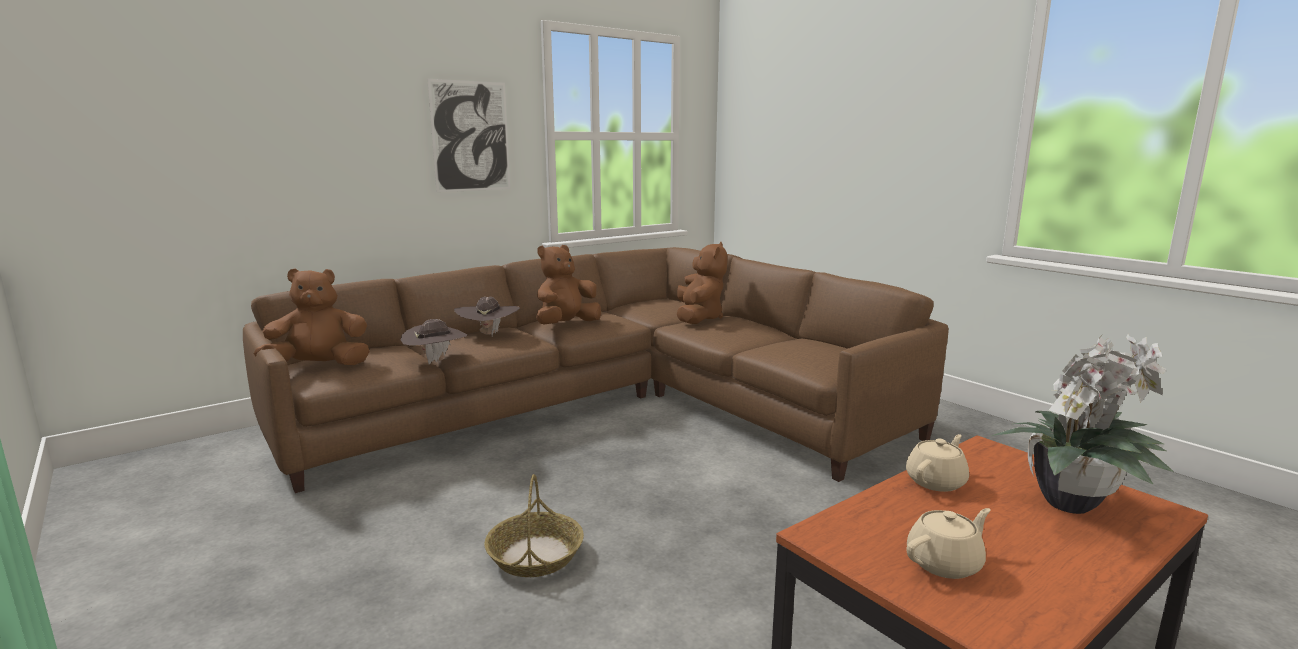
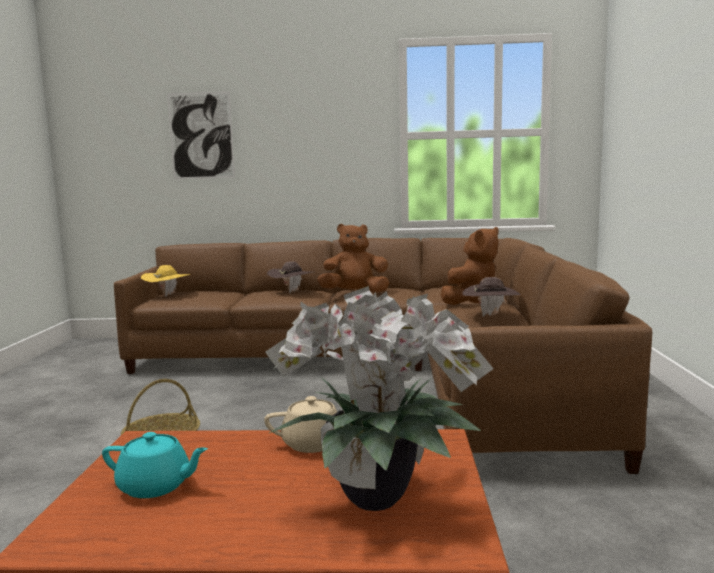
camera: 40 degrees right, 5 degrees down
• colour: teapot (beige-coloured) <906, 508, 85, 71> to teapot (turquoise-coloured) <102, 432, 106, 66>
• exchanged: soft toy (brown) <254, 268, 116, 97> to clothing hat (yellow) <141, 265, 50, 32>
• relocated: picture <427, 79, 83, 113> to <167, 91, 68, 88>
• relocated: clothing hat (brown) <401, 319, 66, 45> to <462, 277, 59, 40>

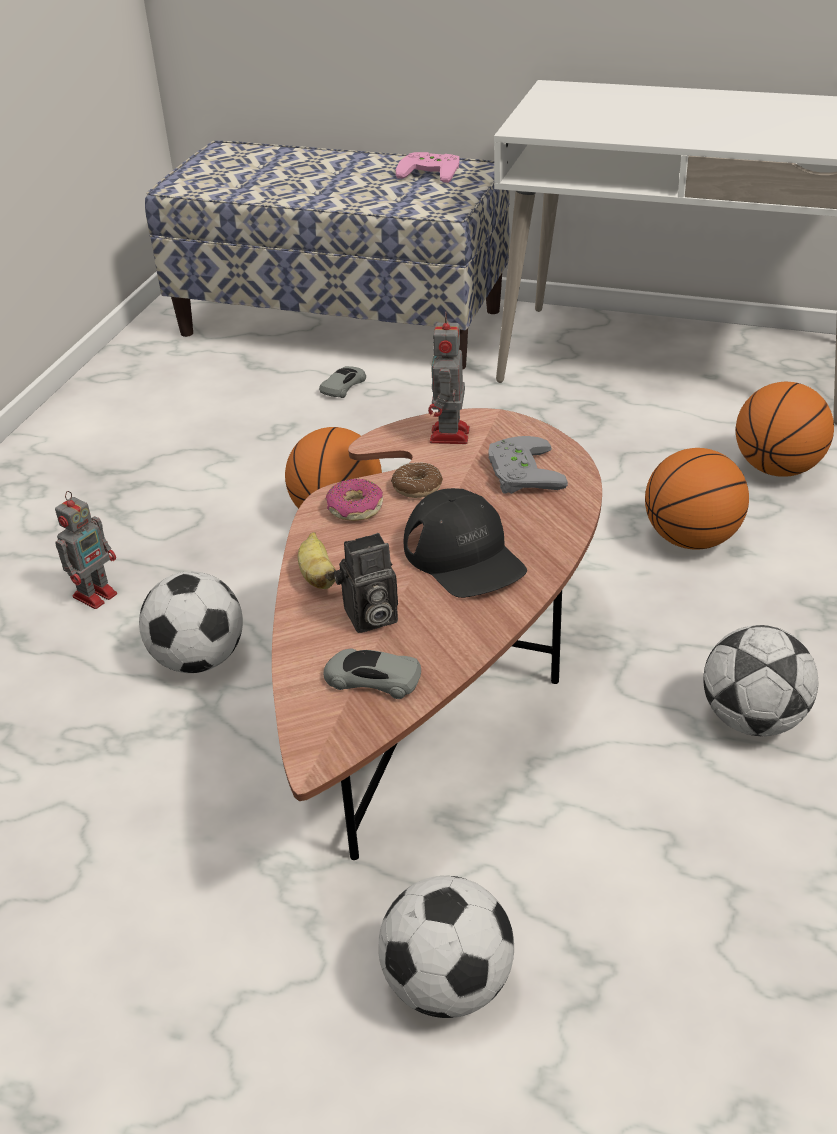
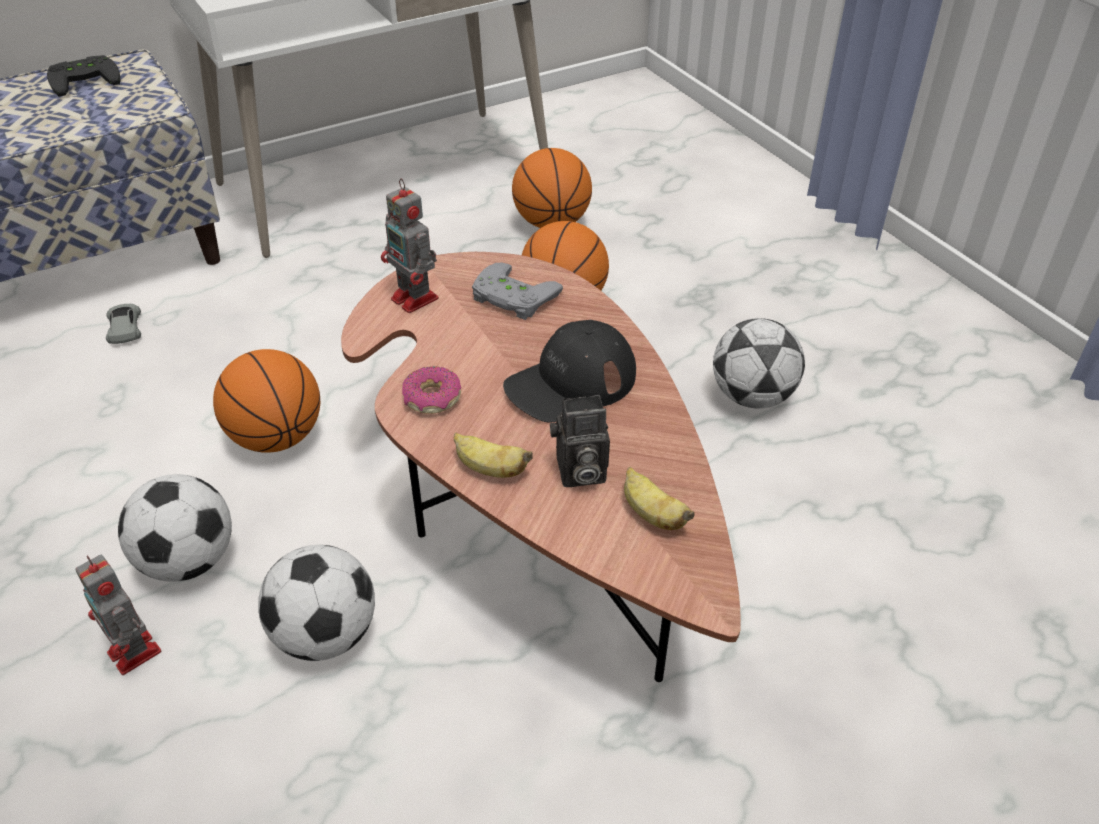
camera: 50 degrees left, 5 degrees up
• colour: joypad (pink-coloured) <396, 152, 64, 31> to joypad (blackish) <47, 55, 74, 42>
• spun: robot figure <55, 491, 62, 118> = <75, 555, 87, 120> 150 degrees clockwise
• relocated: football <378, 876, 136, 142> to <118, 474, 114, 108>
• spun: baseball cap (blackish) <404, 488, 123, 110> = <503, 320, 133, 102> 135 degrees clockwise
• spun: still camera <334, 533, 64, 100> = <550, 395, 60, 92> 60 degrees clockwise
• exchanged: model car (greyish) <324, 648, 97, 51> to banana fruit <624, 467, 71, 63>
• missing: donut <391, 462, 52, 36>

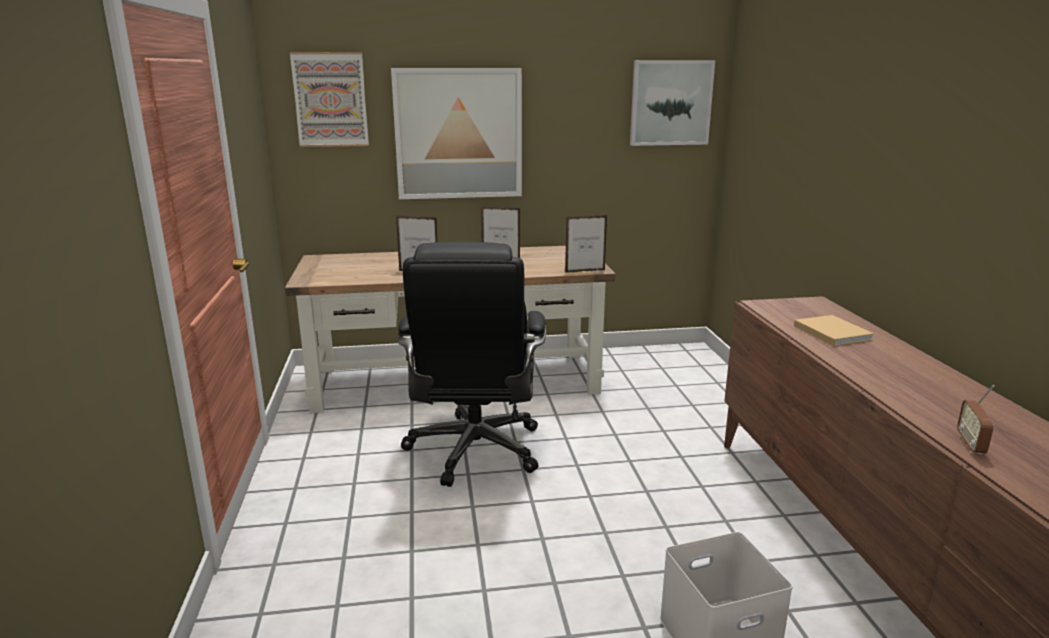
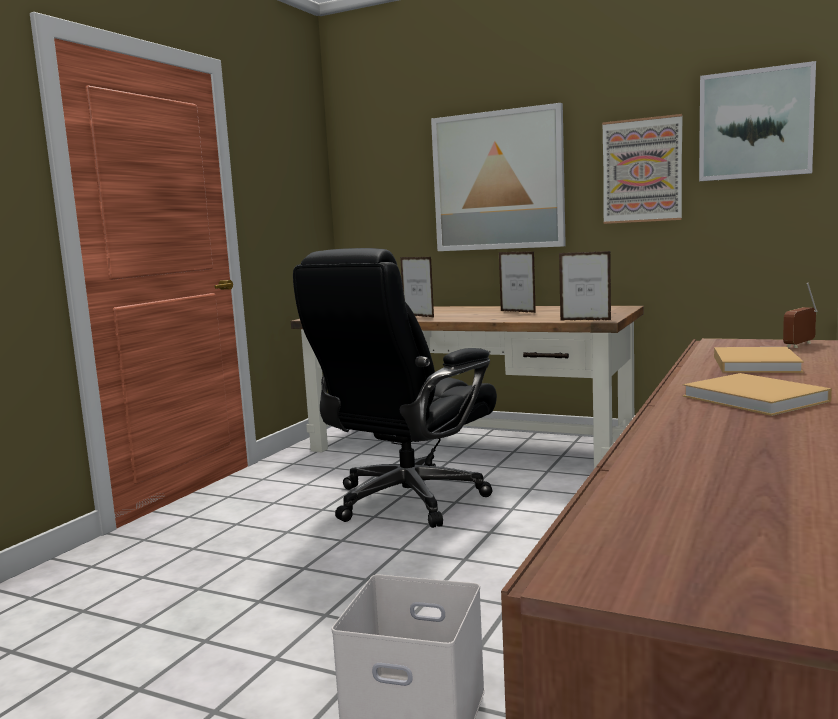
camera: 35 degrees right, 10 degrees down
• relocated: picture <290, 52, 79, 95> to <602, 114, 80, 110>
• appeared: volume (beige-coloured) <683, 373, 149, 43>
• relocated: radio <957, 385, 37, 70> to <783, 283, 35, 65>

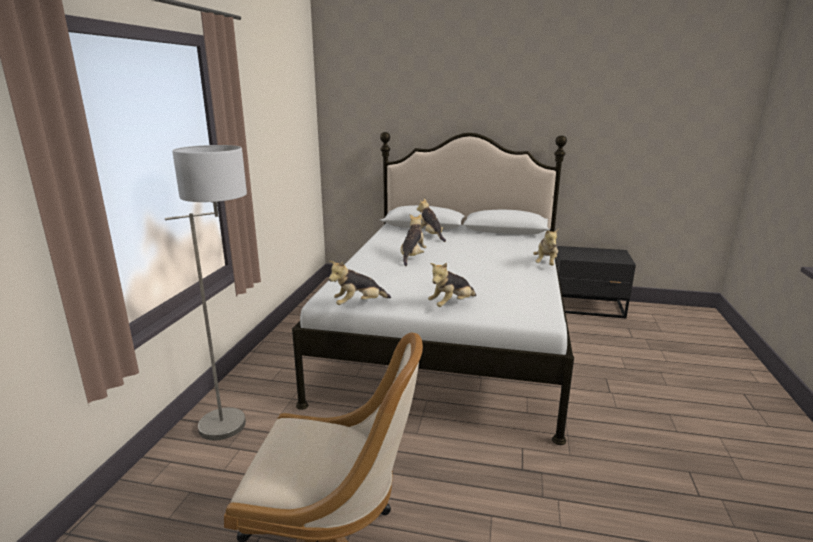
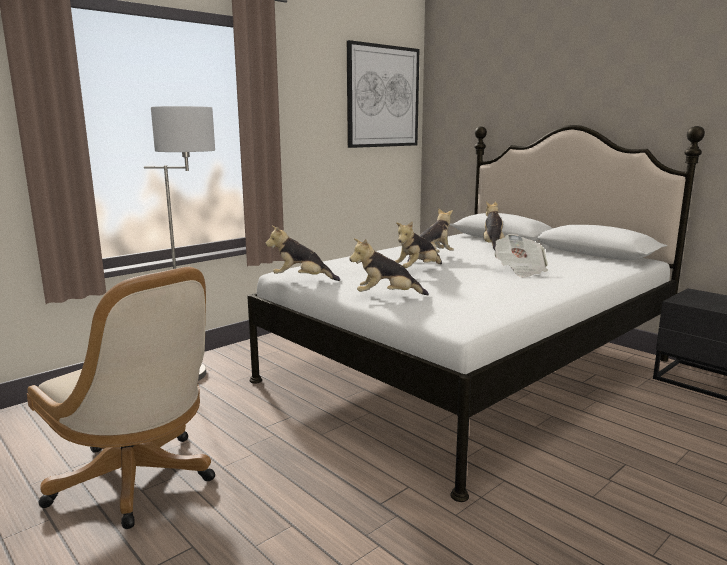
camera: 35 degrees right, 5 degrees down
• appeared: picture <347, 40, 72, 108>
• relocated: soft toy <533, 228, 26, 37> to <395, 221, 47, 47>
• appeared: newspaper <494, 234, 54, 43>

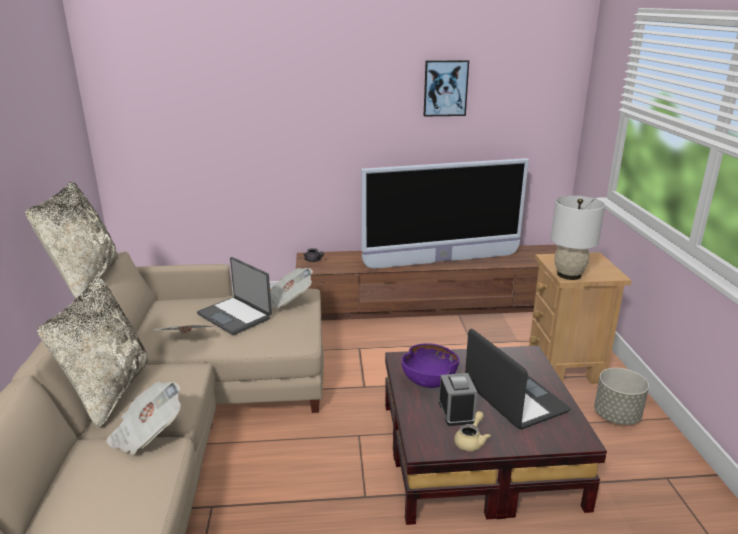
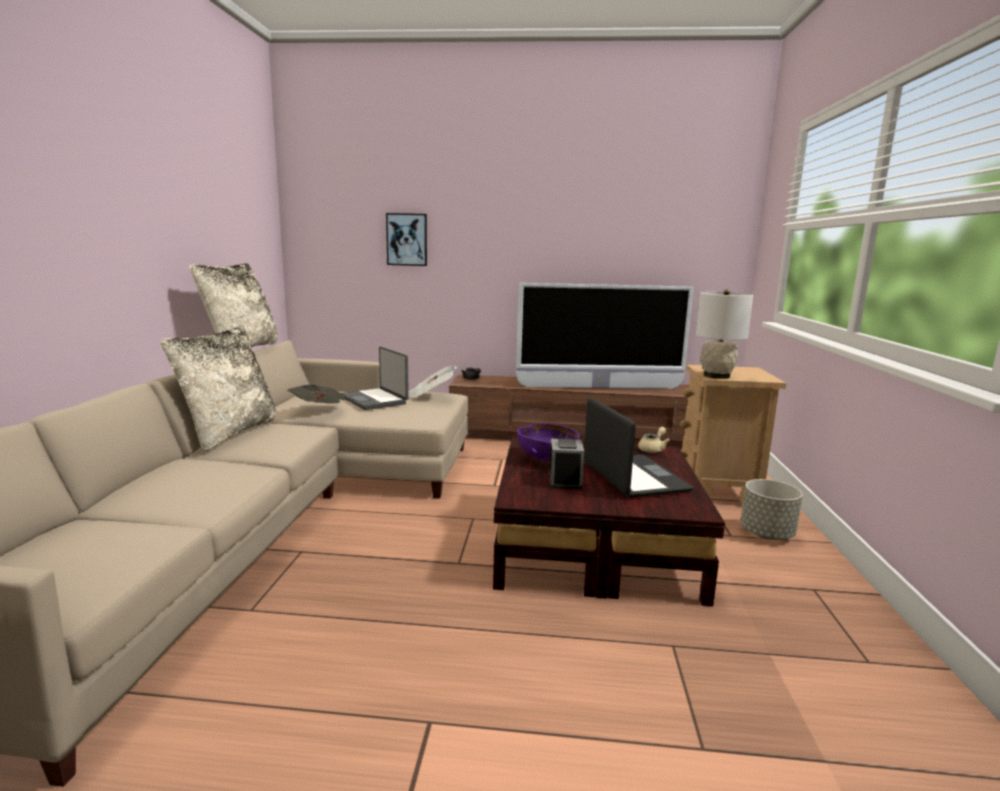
camera: 10 degrees right, 10 degrees down
• relocated: picture <424, 60, 45, 57> to <386, 213, 41, 53>
• relocated: teapot (beige-coloured) <454, 411, 37, 40> to <638, 427, 32, 26>
• missing: newspaper <106, 382, 75, 73>

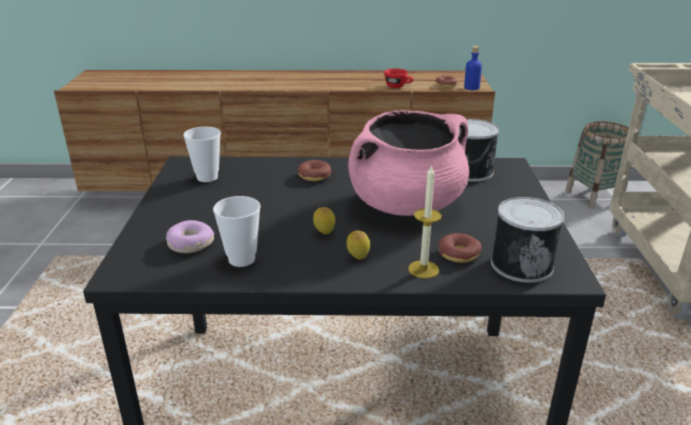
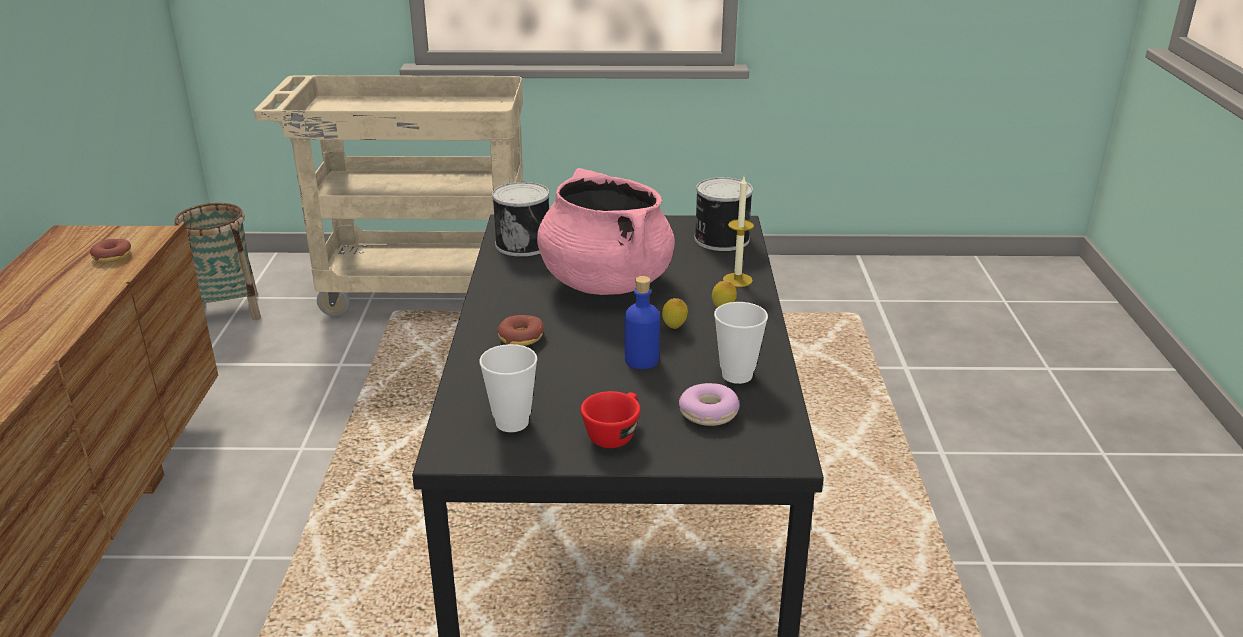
camera: 90 degrees left, 0 degrees up
• relocated: drinking cup (red-coloured) <384, 68, 30, 20> to <581, 391, 60, 57>
• relocated: beverage bottle (blue) <464, 46, 18, 44> to <625, 276, 35, 93>
• missing: donut <438, 233, 43, 30>

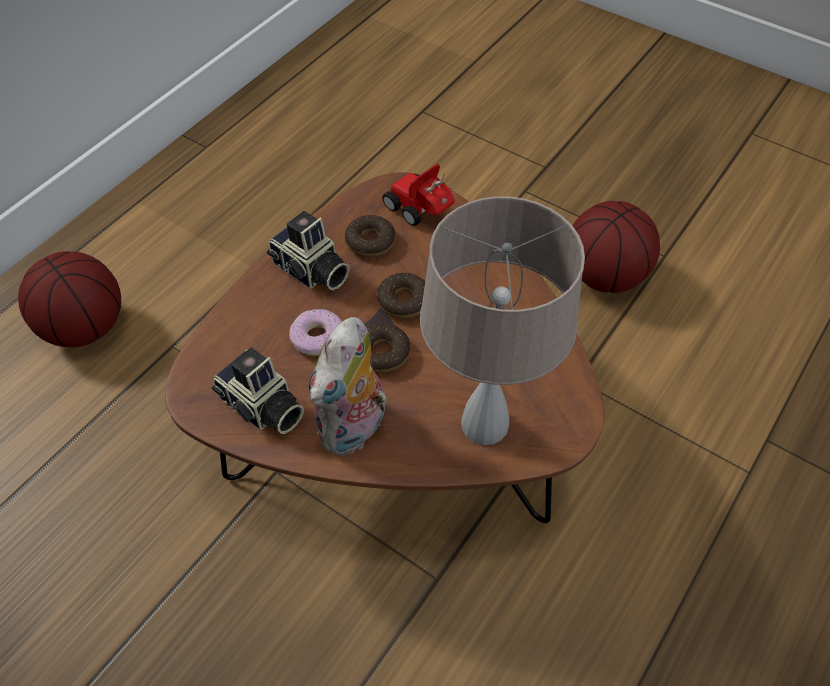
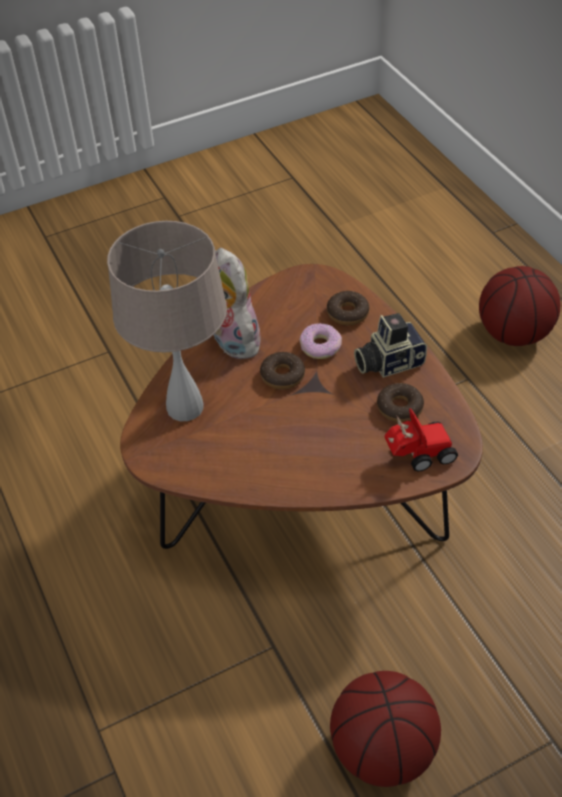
camera: 120 degrees right, 5 degrees down
• relocated: donut <377, 273, 48, 46> to <327, 291, 42, 34>
• missing: still camera <212, 348, 92, 86>

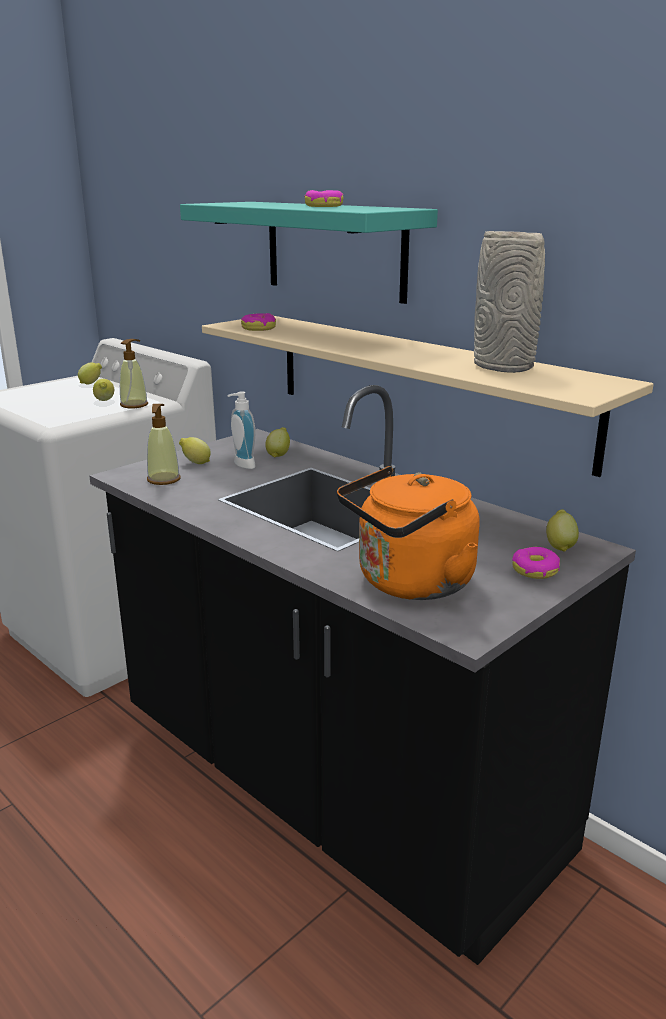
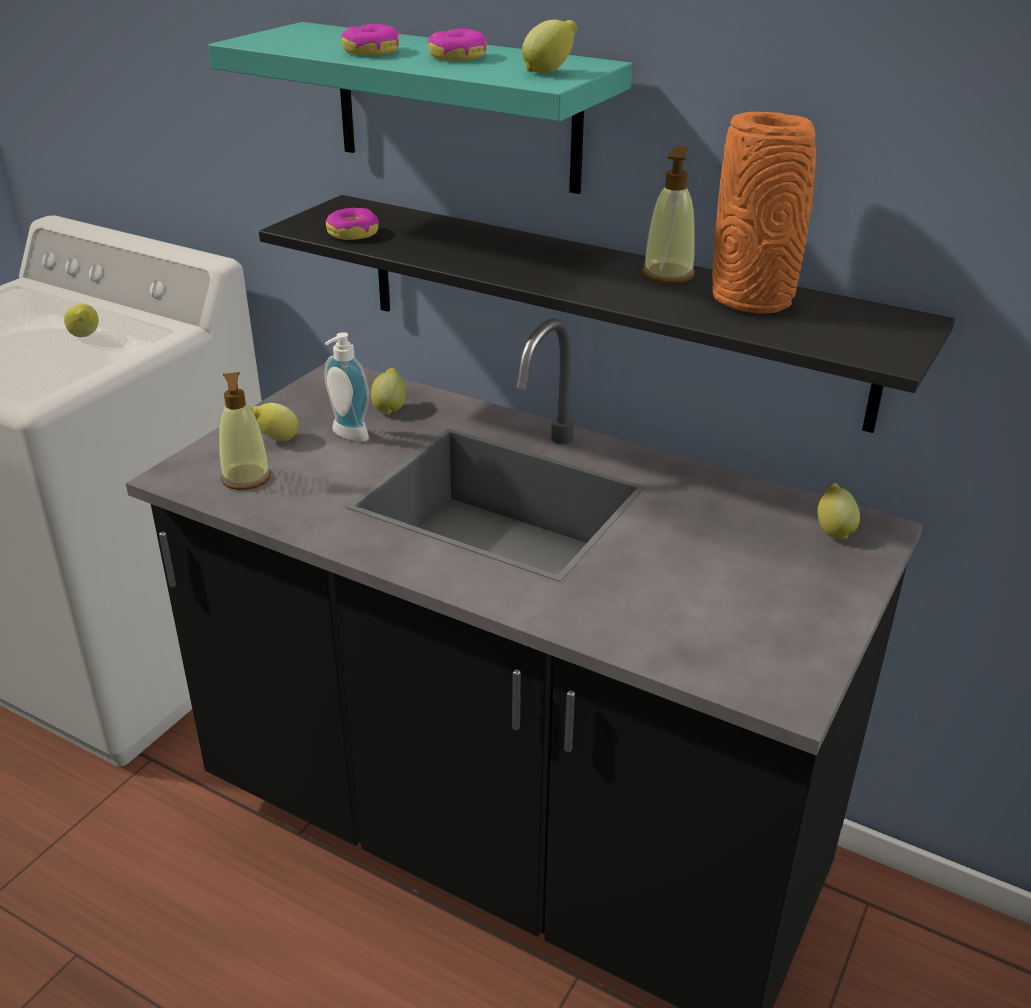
camera: 15 degrees left, 10 degrees up
• colour: bracket shelf (beige-coloured) <202, 316, 452, 161> to bracket shelf (blackish) <259, 195, 696, 238>
• relocated: donut <512, 547, 48, 32> to <341, 24, 58, 32>
• relocated: whole lemon <78, 363, 24, 21> to <522, 20, 56, 53>
• relocated: soap dispenser <120, 339, 28, 69> to <642, 146, 53, 138>
• colour: flower vase (greyish) <474, 231, 71, 142> to flower vase (orangey) <712, 112, 104, 202>
• missing: water kettle (orangey) <337, 466, 142, 134>

